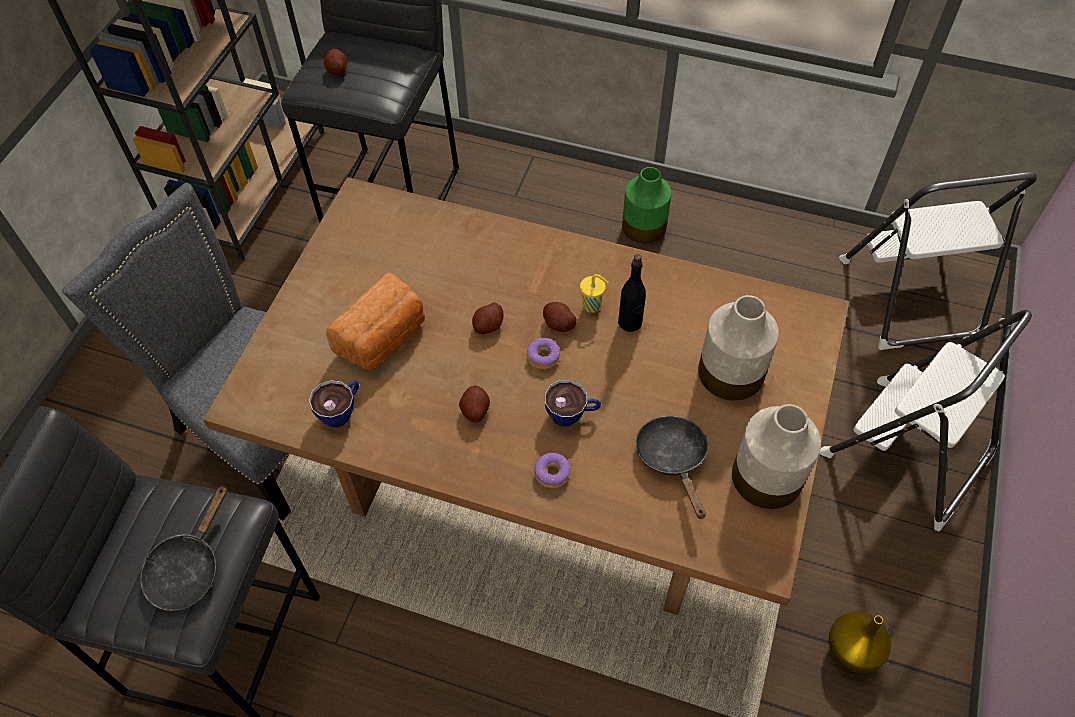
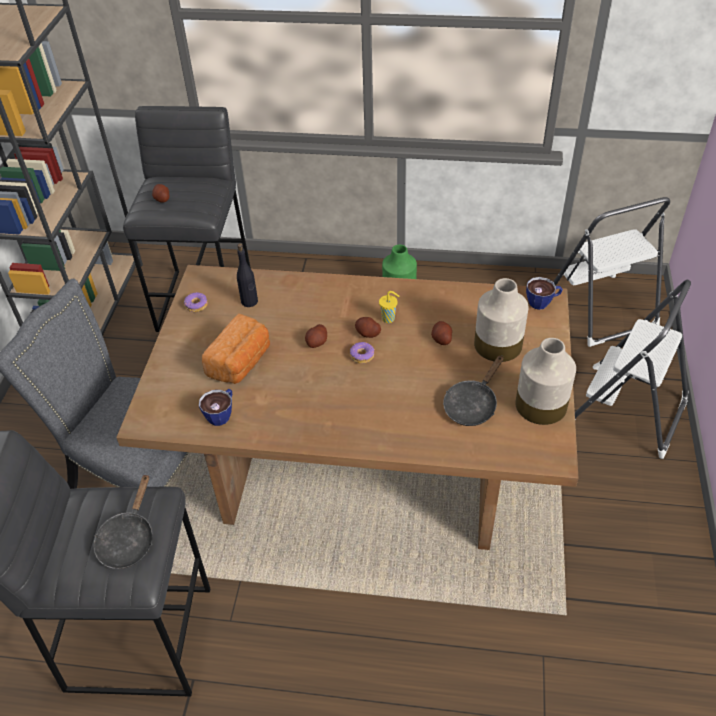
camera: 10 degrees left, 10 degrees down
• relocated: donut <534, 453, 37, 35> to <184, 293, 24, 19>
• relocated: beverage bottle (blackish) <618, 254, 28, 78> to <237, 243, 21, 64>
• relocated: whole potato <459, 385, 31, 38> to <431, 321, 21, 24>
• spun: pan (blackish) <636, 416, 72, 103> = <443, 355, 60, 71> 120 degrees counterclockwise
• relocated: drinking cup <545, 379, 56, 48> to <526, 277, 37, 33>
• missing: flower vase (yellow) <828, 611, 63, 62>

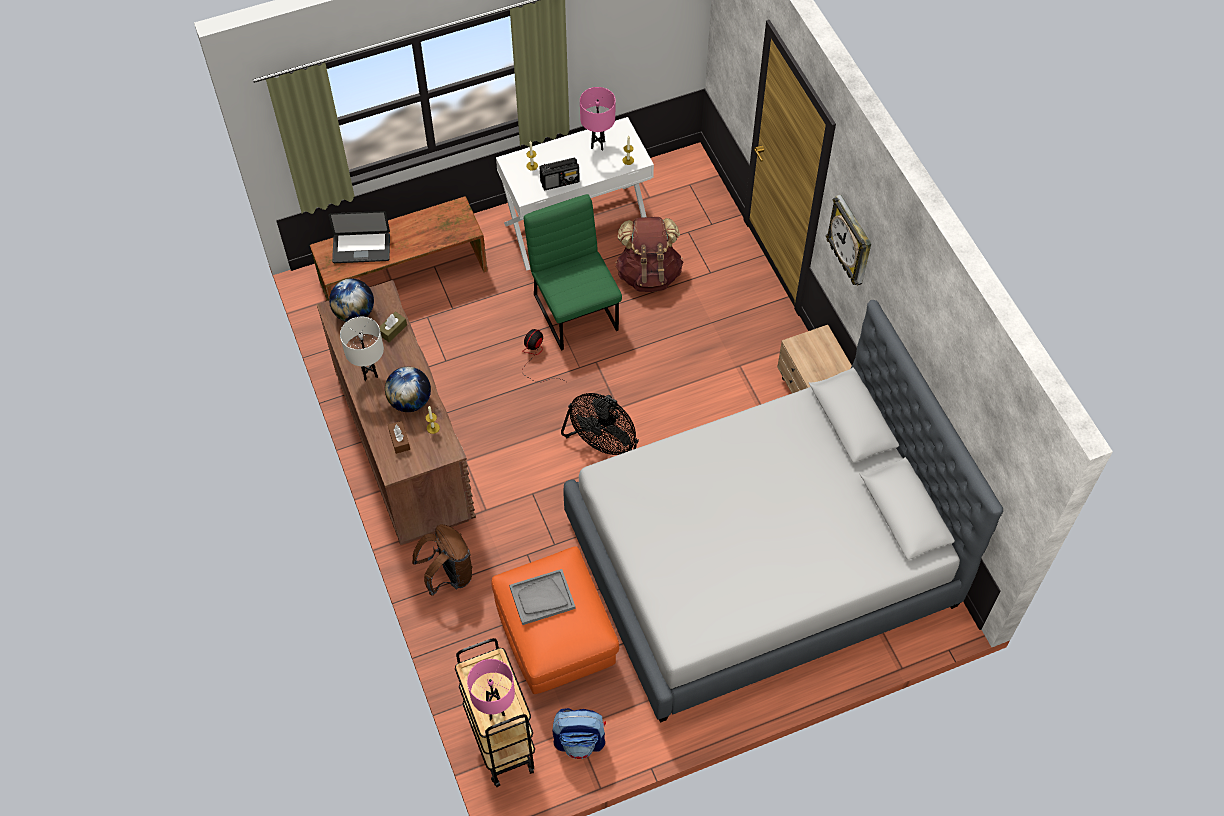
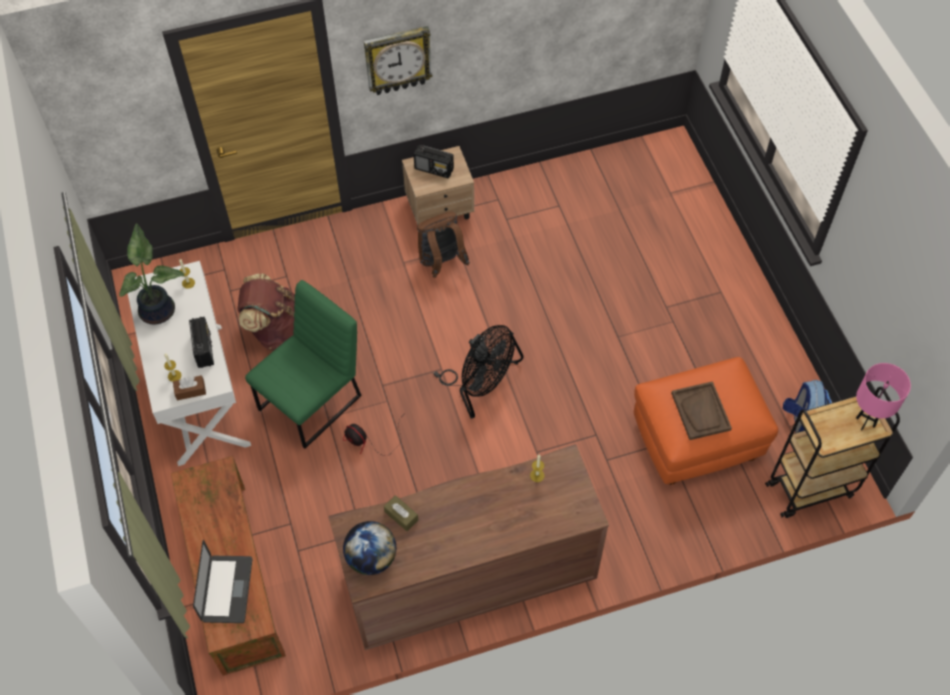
camera: 85 degrees left, 0 degrees up
• exchanged: lamp for a table (pink-coloured) <580, 87, 36, 64> to plant in a pot <119, 223, 65, 102>
• relocated: tissue holder (brown) <388, 421, 22, 33> to <173, 375, 33, 25>
• spun: chair (green-coloured) <524, 194, 98, 157> = <245, 280, 117, 169> 150 degrees clockwise
• appeared: radio <414, 145, 40, 33>
• relocated: backpack (brown) <412, 524, 60, 72> to <417, 212, 53, 66>
• colour: serving tray (greyish) <509, 569, 67, 56> to serving tray (brown) <671, 381, 61, 59>
• missing: lamp for a table (white) <340, 317, 44, 64>
• missing: globe <385, 367, 46, 45>
• missing: bedroom bed (greyish) <563, 300, 440, 423>

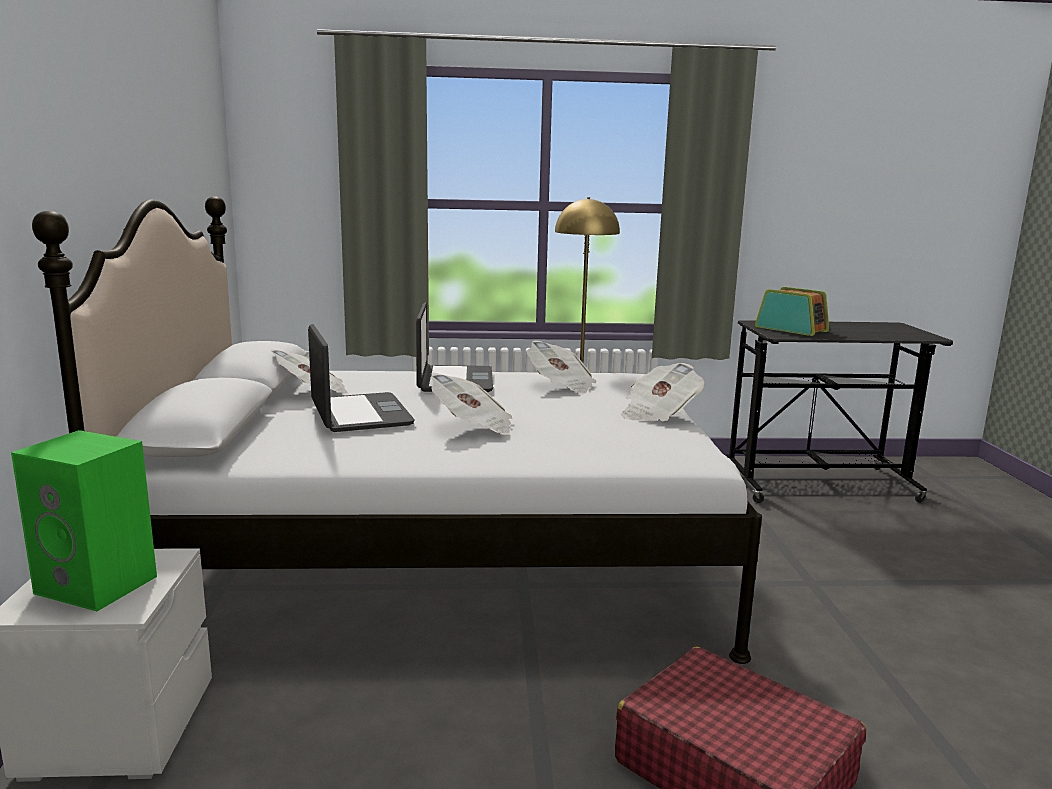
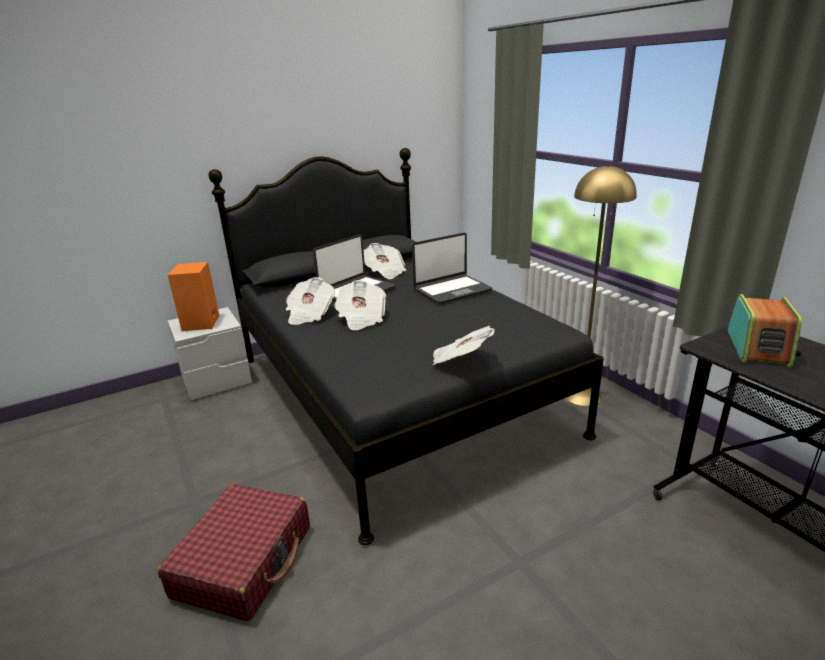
camera: 65 degrees right, 10 degrees up
• colour: speaker (green-coloured) <11, 430, 146, 181> to speaker (orangey) <168, 262, 52, 69>
• colour: bedroom bed (white) <32, 196, 730, 468> to bedroom bed (blackish) <208, 148, 396, 397>
• relocated: newspaper <527, 341, 69, 53> to <286, 277, 49, 48>

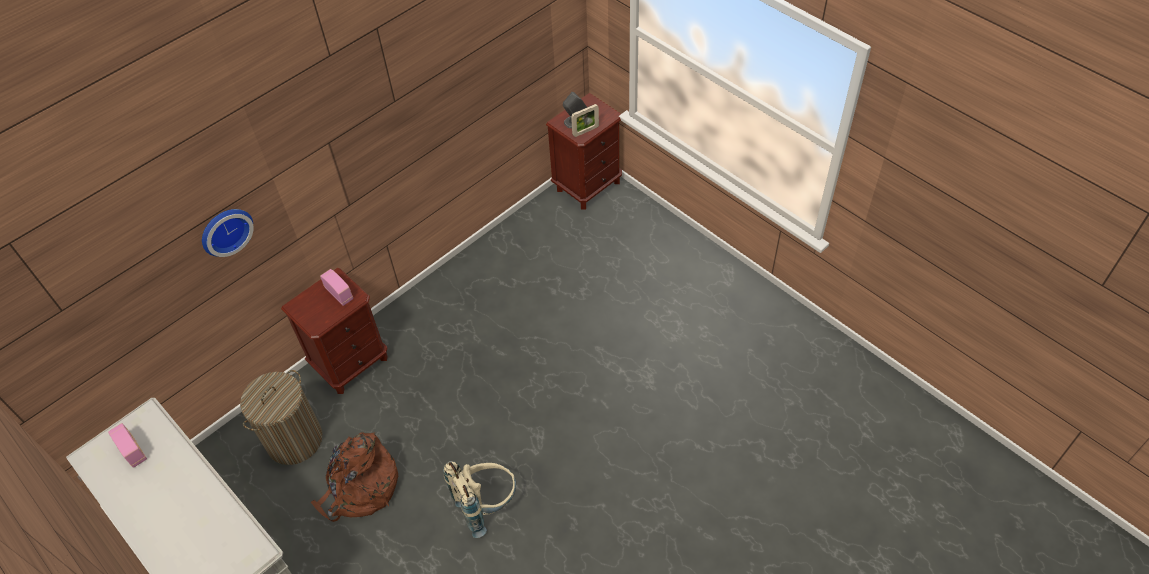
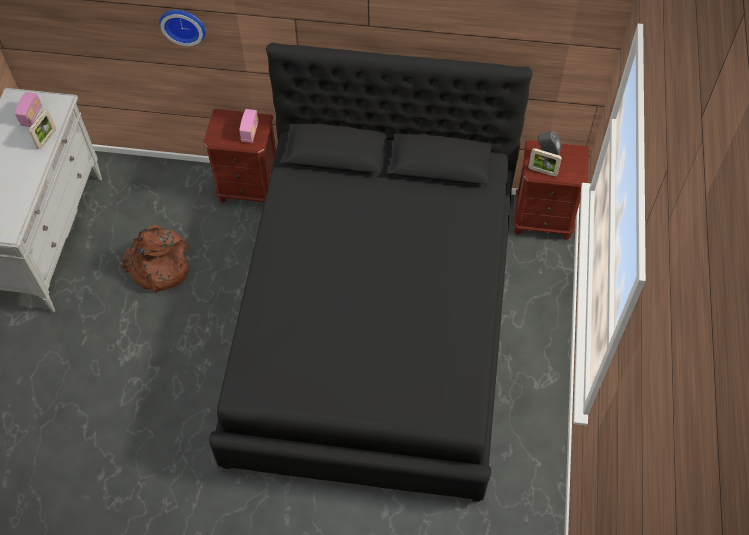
camera: 50 degrees right, 5 degrees up
• appeared: photo frame <29, 109, 27, 41>
• appeared: bedroom bed (blackish) <209, 42, 323, 460>
• missing: washing basket <240, 370, 82, 95>
• missing: backpack (beige-coloured) <443, 461, 73, 77>

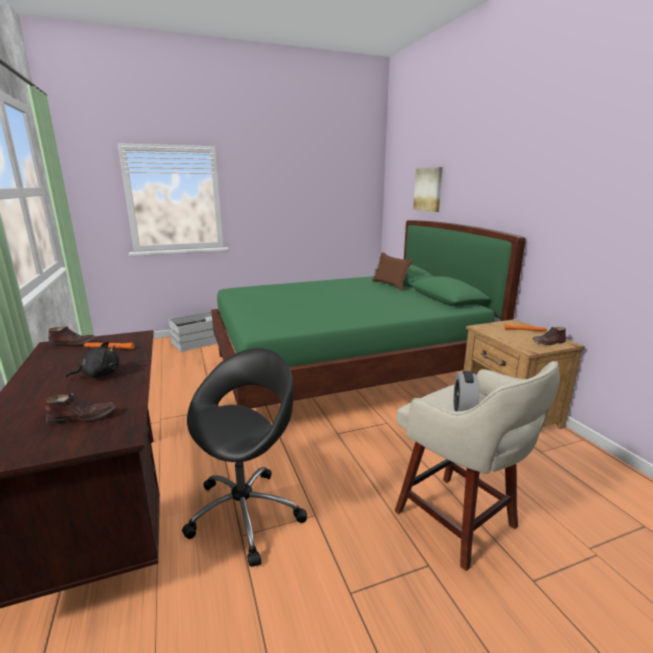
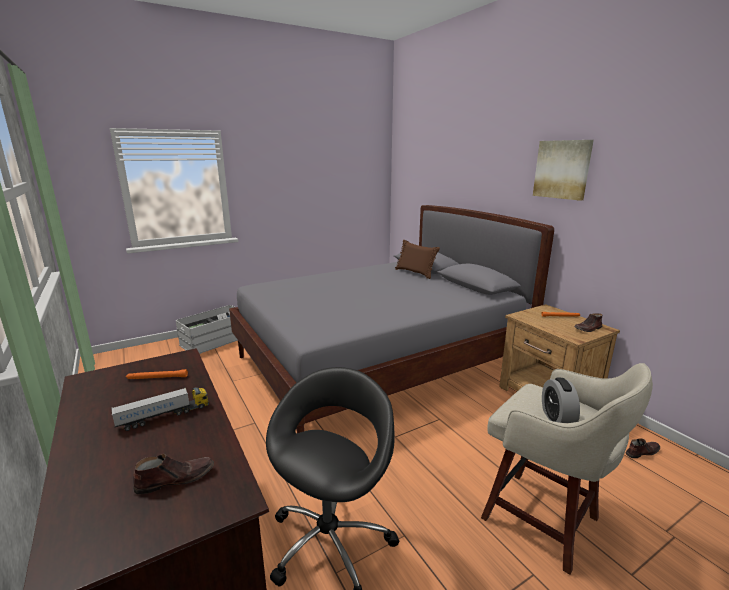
camera: 10 degrees left, 0 degrees up
• exchanged: soft toy (blackish) <65, 341, 55, 37> to model truck <111, 387, 98, 44>
• colour: bedroom bed (green-coloured) <211, 220, 315, 189> to bedroom bed (greyish) <229, 205, 325, 228>
• relocated: picture <413, 167, 30, 45> to <533, 140, 61, 61>
• relocated: low shoe (brown) <48, 326, 48, 20> to <625, 438, 35, 20>

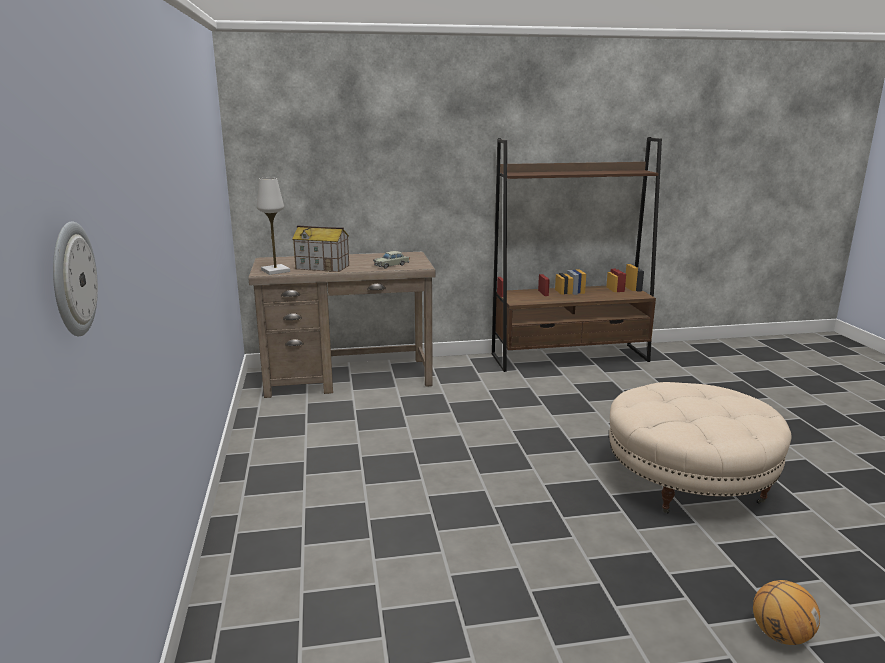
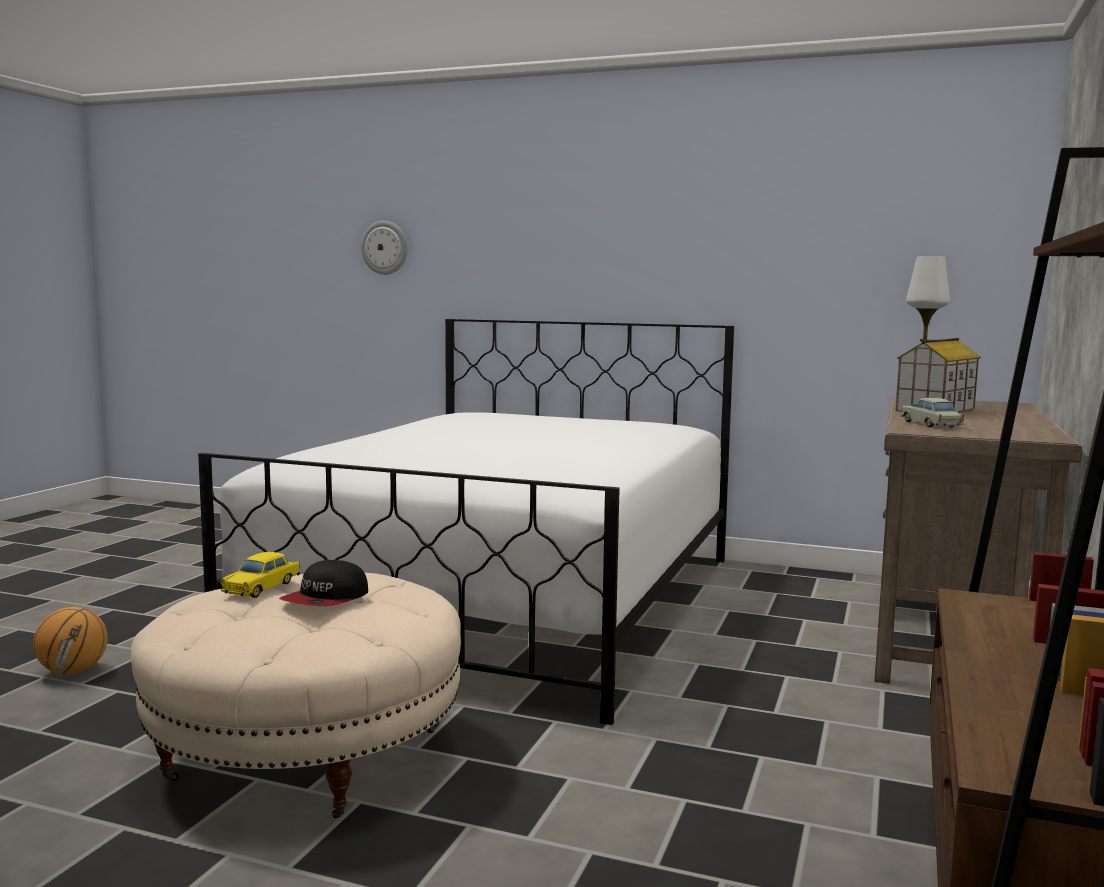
camera: 120 degrees right, 10 degrees down
• appeared: bedroom bed (white) <198, 319, 536, 406>
• appeared: model car (yellow) <220, 552, 80, 46>
• appeared: baseball cap <279, 559, 89, 47>

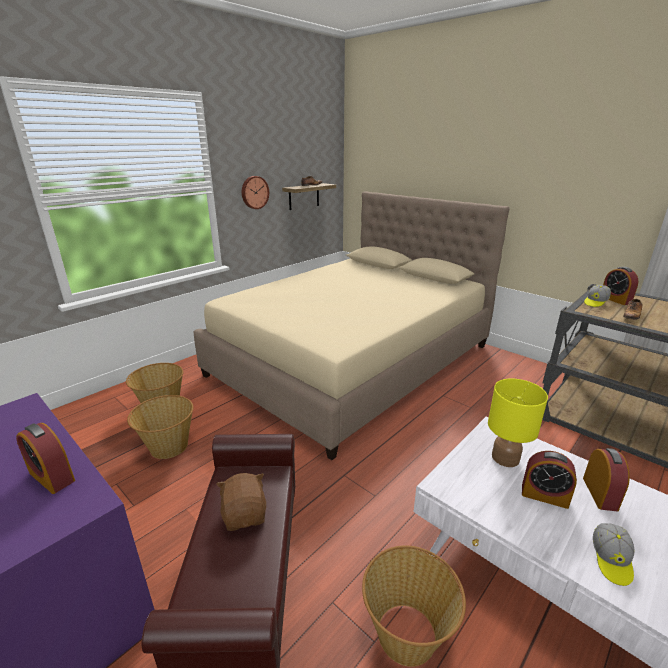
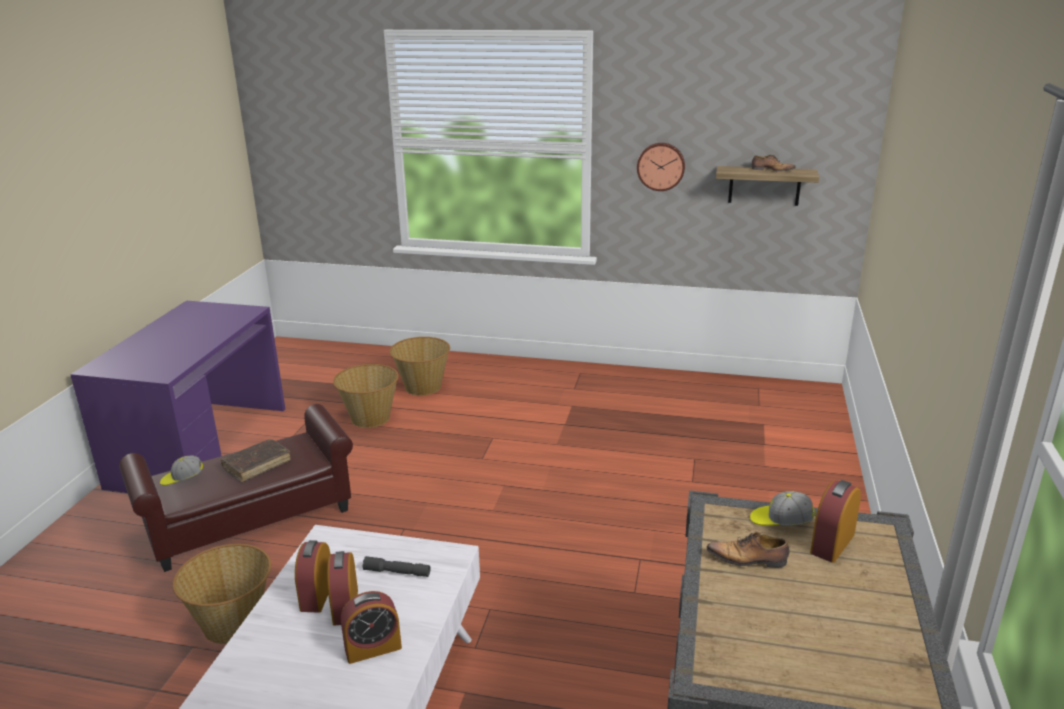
camera: 60 degrees right, 0 degrees up
• relocated: baseball cap <593, 523, 42, 63> to <160, 456, 43, 29>
• exchanged: soft toy (brown) <216, 473, 50, 58> to volume (brown) <220, 439, 71, 44>
• relocated: bedside clock <16, 423, 59, 71> to <295, 540, 35, 73>
• exchanged: lamp for a table (yellow) <488, 378, 60, 89> to hand torch (greyish) <362, 556, 69, 21>
• missing: bedroom bed (beige-coloured) <194, 191, 315, 269>

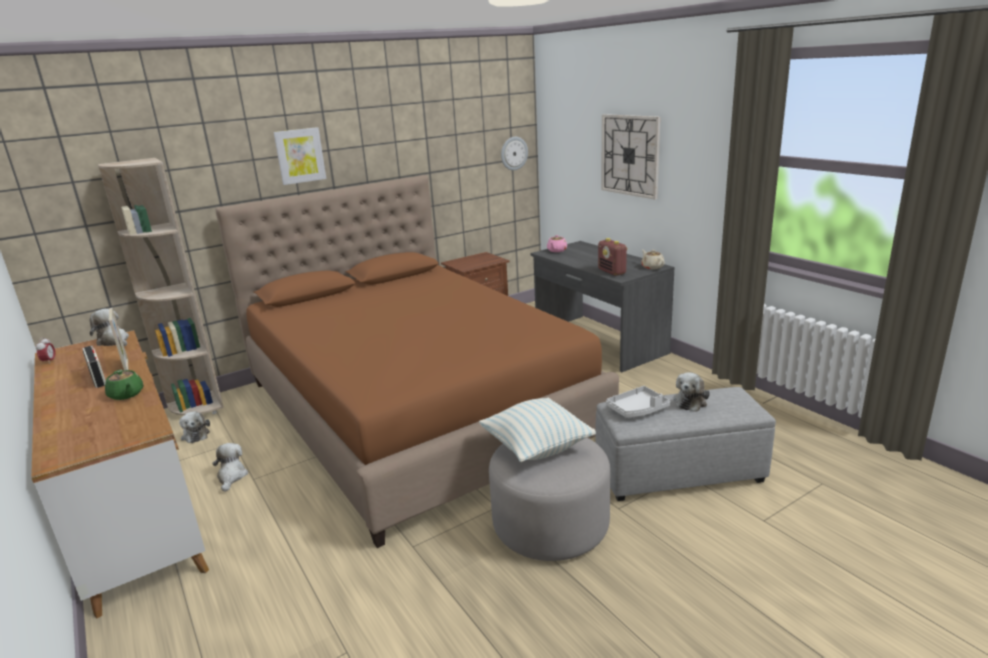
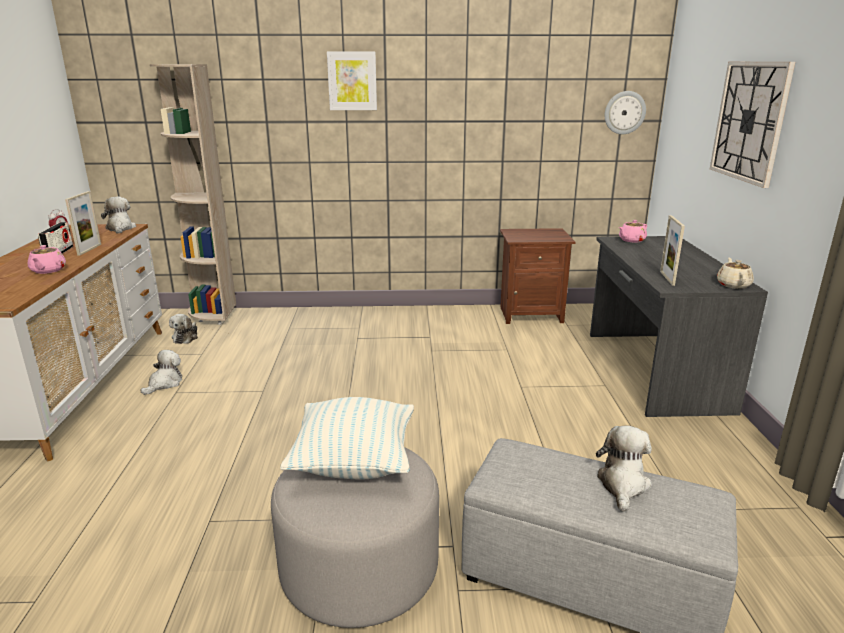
camera: 30 degrees right, 0 degrees up
• colour: teapot (green-coloured) <105, 370, 38, 30> to teapot (pink-coloured) <28, 245, 38, 29>
• spun: soft toy <673, 372, 37, 40> = <596, 425, 56, 87> 135 degrees clockwise
• exchanged: radio <598, 238, 30, 38> to photo frame <660, 215, 25, 71>
• missing: bedroom bed (brown) <215, 175, 404, 373>
• missing: serving tray (greyish) <606, 386, 64, 31>

